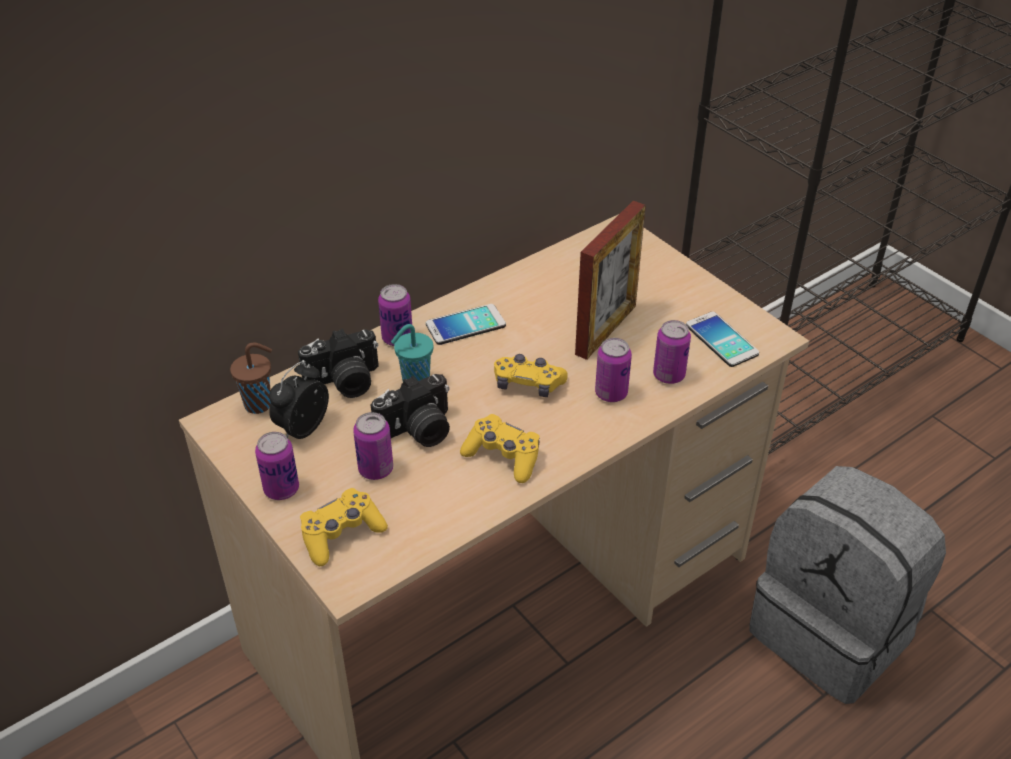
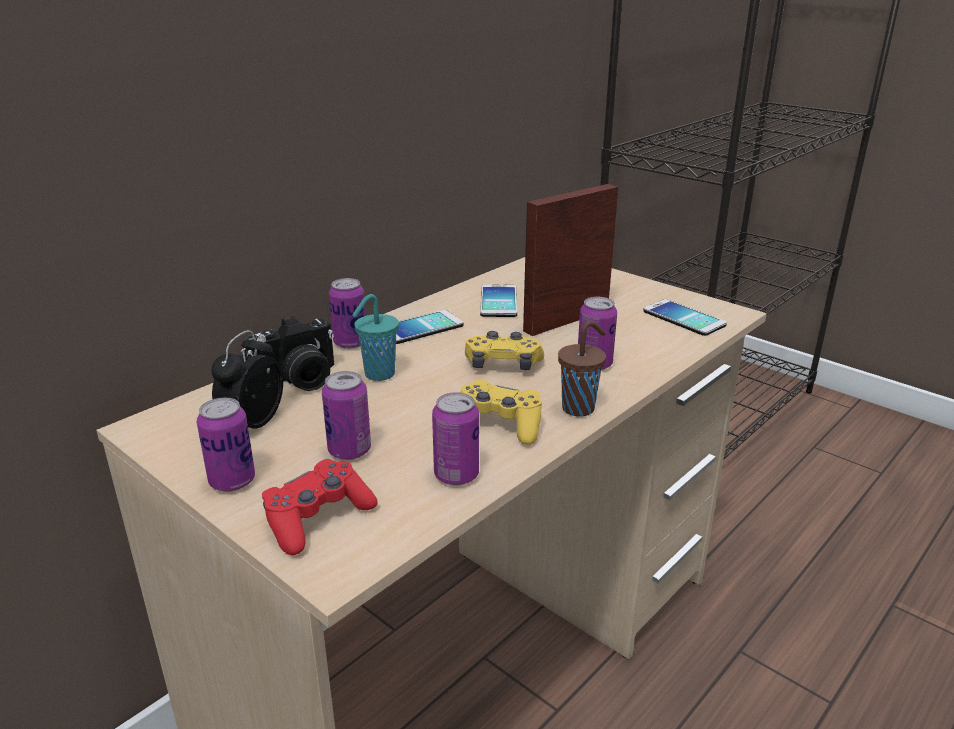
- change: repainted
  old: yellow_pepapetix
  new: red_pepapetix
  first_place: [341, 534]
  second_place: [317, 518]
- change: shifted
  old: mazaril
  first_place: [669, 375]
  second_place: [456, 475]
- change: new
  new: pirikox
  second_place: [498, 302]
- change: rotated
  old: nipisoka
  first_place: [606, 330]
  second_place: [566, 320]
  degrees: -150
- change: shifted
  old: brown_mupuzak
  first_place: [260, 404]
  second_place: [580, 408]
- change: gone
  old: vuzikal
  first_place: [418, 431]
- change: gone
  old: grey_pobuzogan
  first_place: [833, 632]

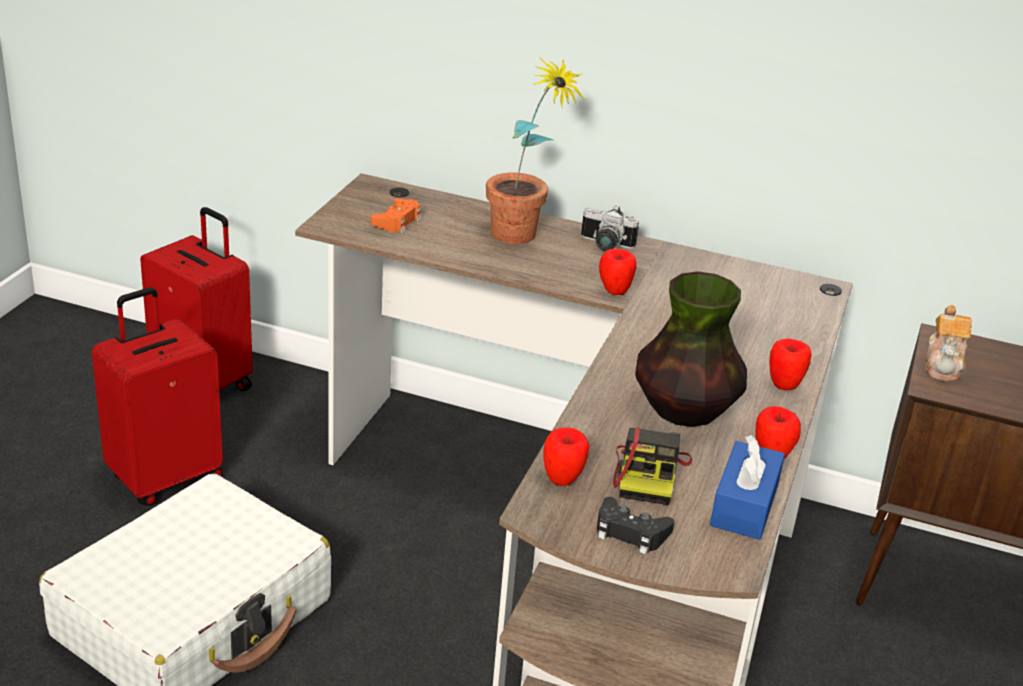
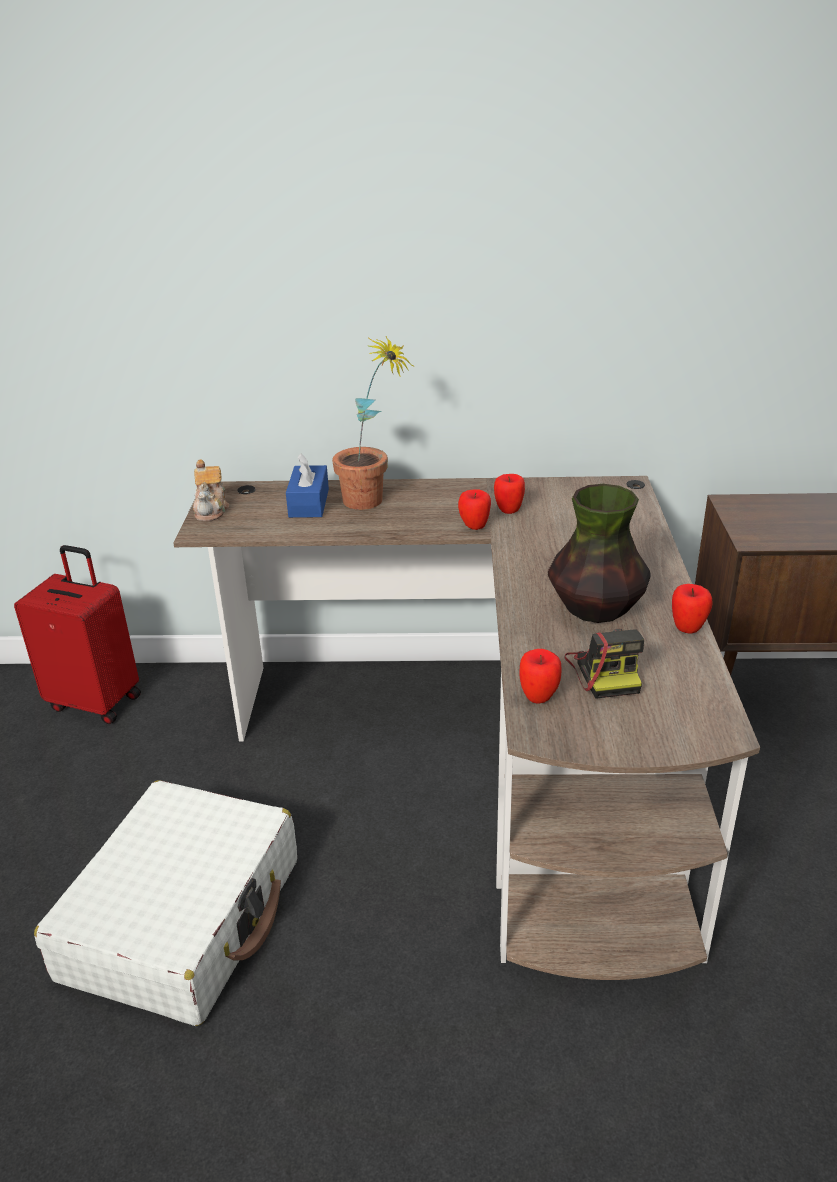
- change: shifted
  old: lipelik
  first_place: [944, 365]
  second_place: [212, 510]
- change: shifted
  old: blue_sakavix
  first_place: [744, 505]
  second_place: [309, 503]
- change: shifted
  old: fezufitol
  first_place: [784, 385]
  second_place: [509, 510]
- change: gone
  old: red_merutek
  first_place: [165, 477]
- change: gone
  old: orange_pepapetix
  first_place: [397, 221]
- change: gone
  old: vuzikal
  first_place: [604, 245]
- change: gone
  old: black_pepapetix
  first_place: [630, 532]

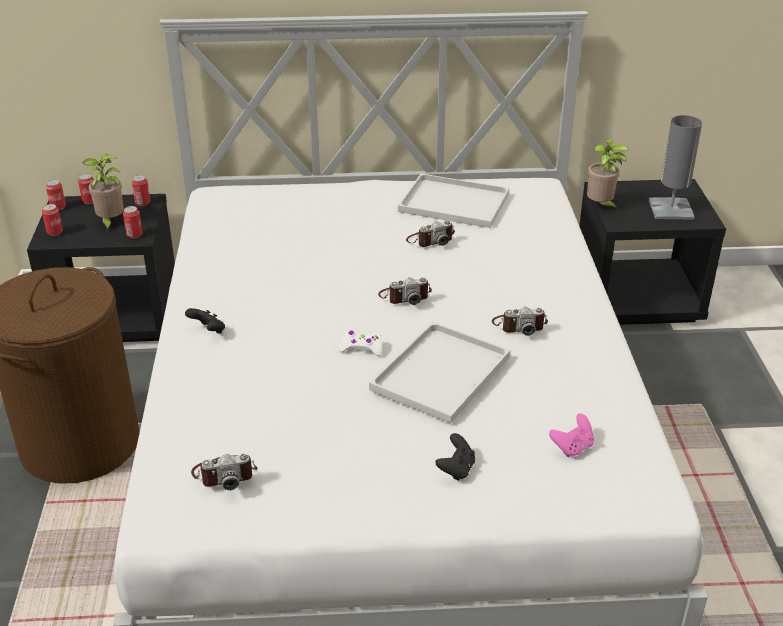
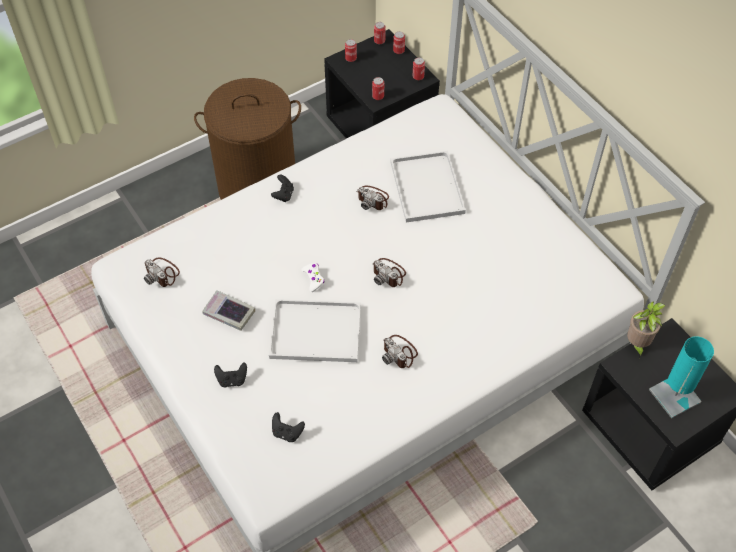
- change: new
  new: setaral
  second_place: [229, 313]
- change: repainted
  old: pink_pepapetix
  new: black_pepapetix
  first_place: [572, 447]
  second_place: [287, 433]
- change: shifted
  old: vuzikal
  first_place: [430, 240]
  second_place: [373, 199]
- change: shifted
  old: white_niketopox
  first_place: [456, 202]
  second_place: [428, 189]
- change: repainted
  old: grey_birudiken
  new: turquoise_birudiken
  first_place: [670, 209]
  second_place: [674, 396]
- change: gone
  old: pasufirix
  first_place: [110, 222]

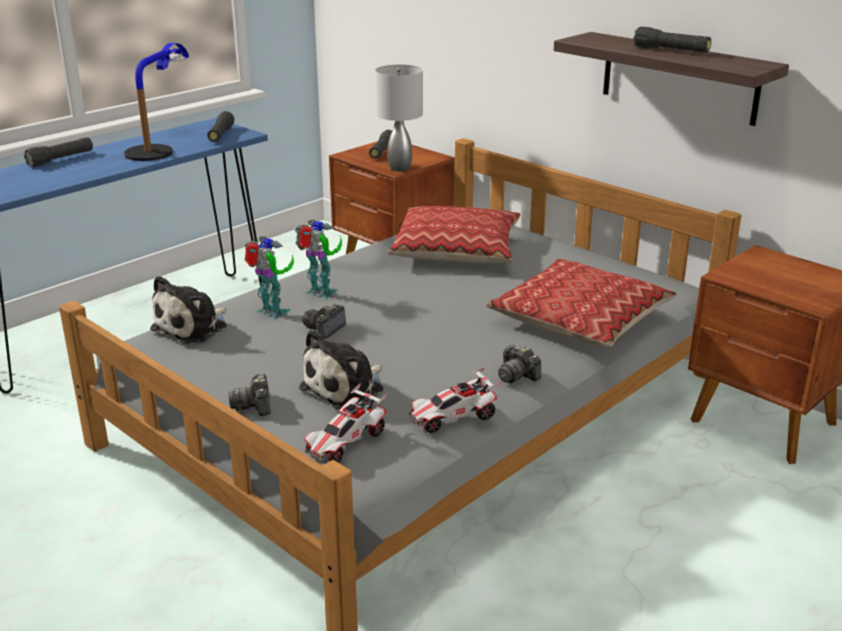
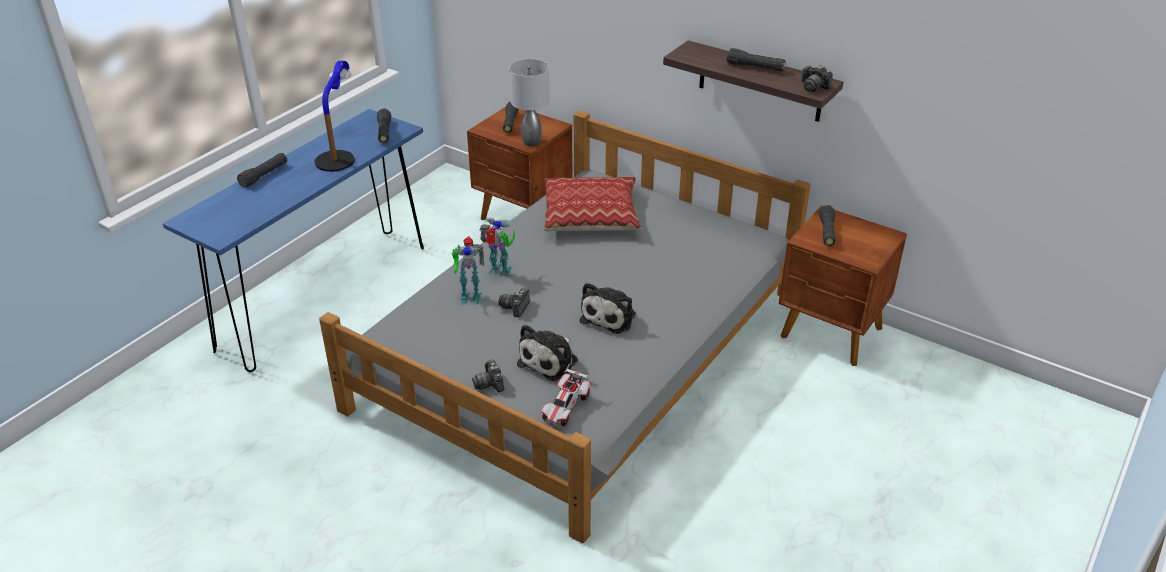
- change: rotated
  old: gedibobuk
  first_place: [271, 313]
  second_place: [469, 296]
  degrees: 150
- change: shifted
  old: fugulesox
  first_place: [193, 327]
  second_place: [610, 316]
- change: shifted
  old: vuzikal
  first_place: [517, 375]
  second_place: [813, 87]
- change: new
  new: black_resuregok
  second_place: [827, 232]
- change: gone
  old: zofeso
  first_place: [453, 418]
- change: gone
  old: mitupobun
  first_place: [580, 318]

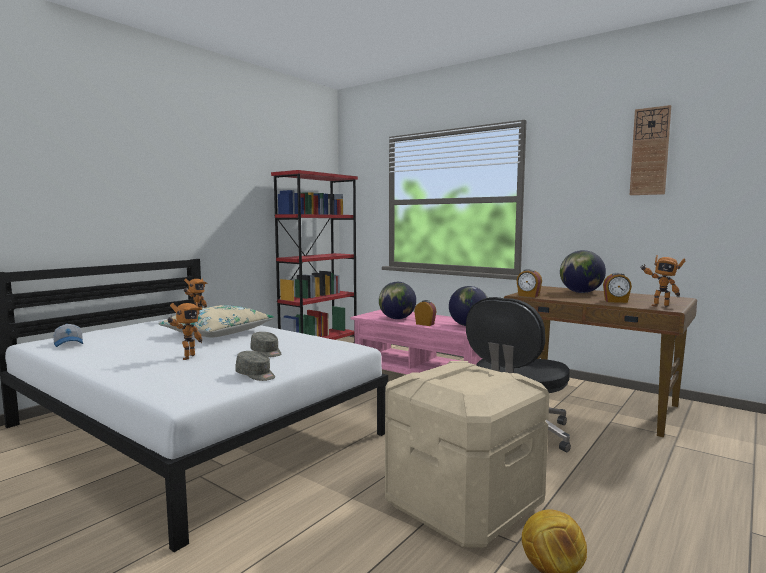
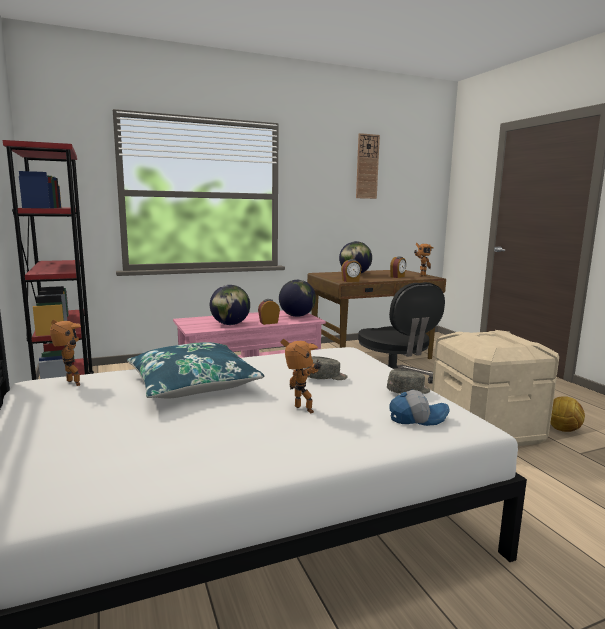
- change: repainted
  old: beige_mitupobun
  new: blue_mitupobun
  first_place: [218, 332]
  second_place: [193, 384]
- change: shifted
  old: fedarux
  first_place: [69, 344]
  second_place: [417, 418]

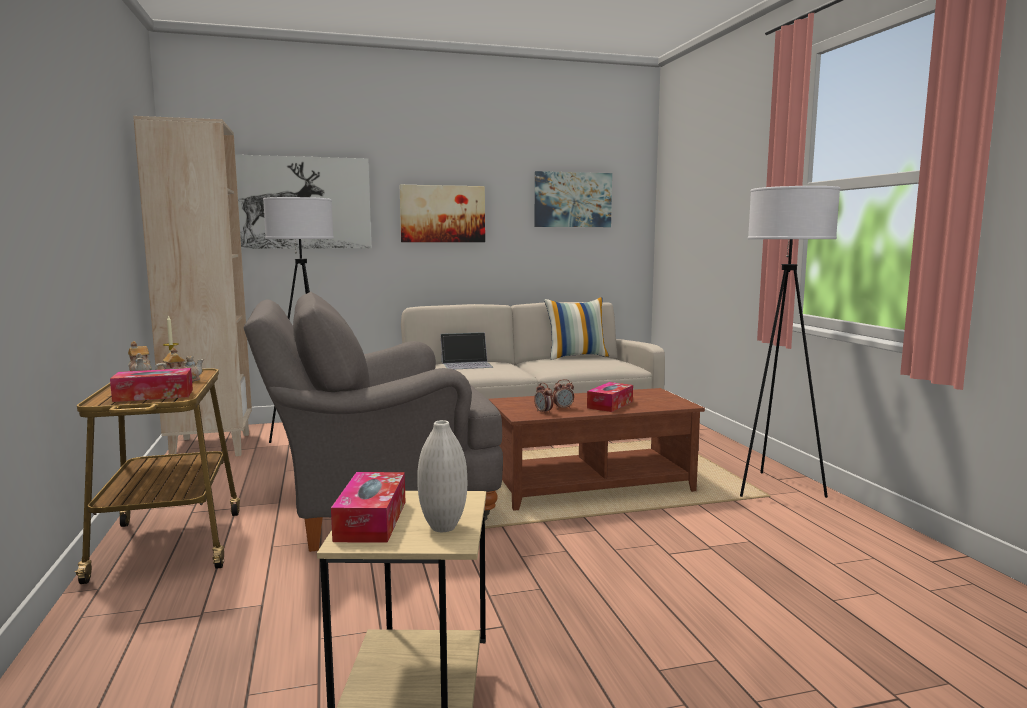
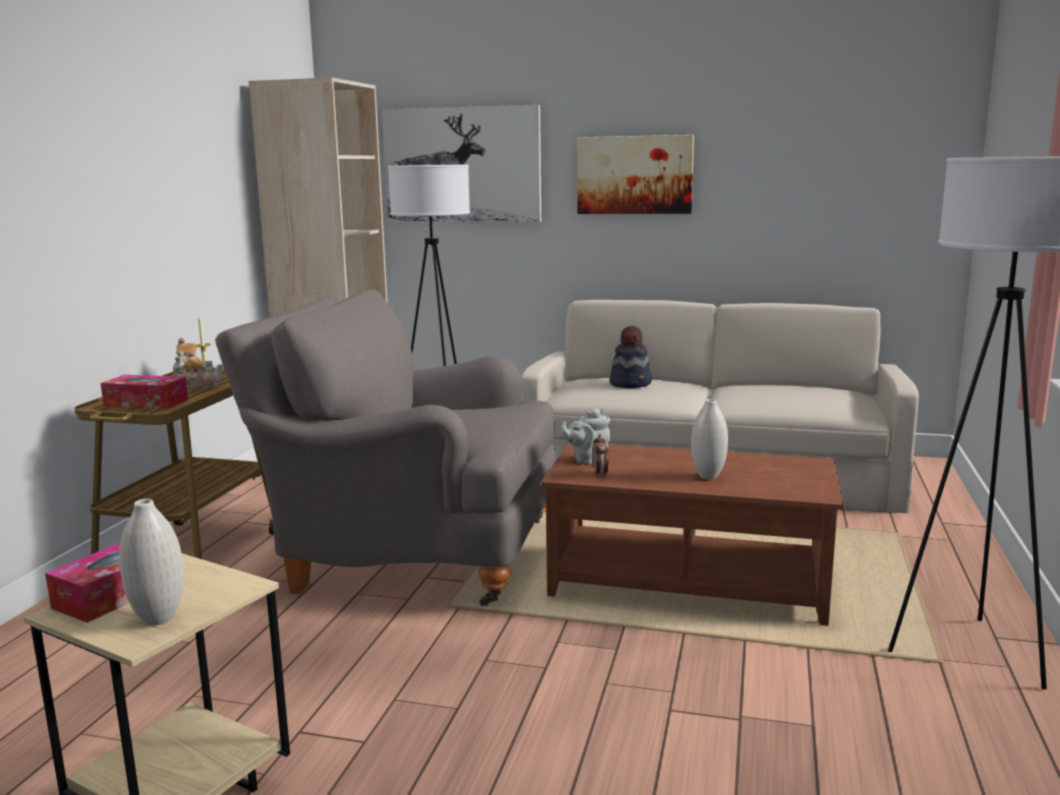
- change: new
  new: grey_lipelik
  second_place: [587, 460]
- change: swapped
  old: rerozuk
  new: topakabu
  first_place: [467, 364]
  second_place: [631, 383]
- change: swapped
  old: sakavix
  new: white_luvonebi
  first_place: [610, 404]
  second_place: [708, 476]
- change: gone
  old: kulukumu
  first_place: [572, 200]
- change: gone
  old: mitupobun
  first_place: [576, 356]
- change: gone
  old: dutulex
  first_place: [563, 408]

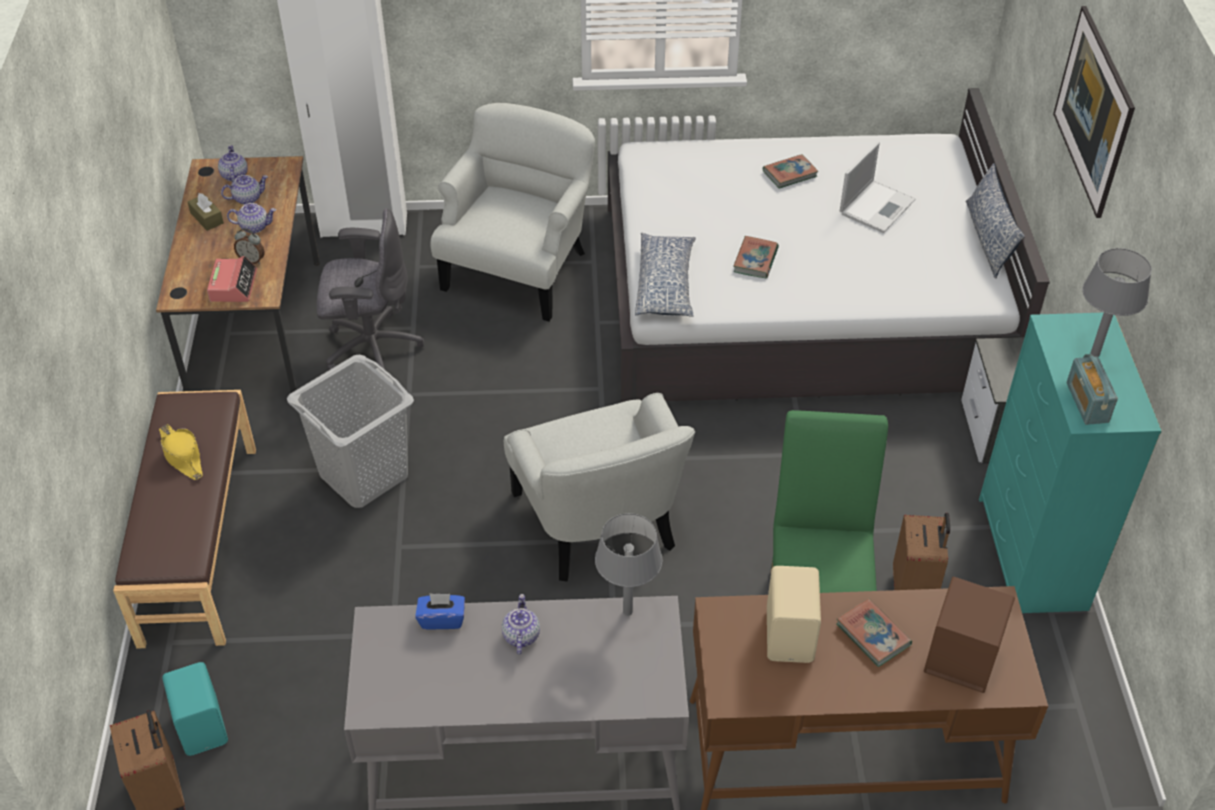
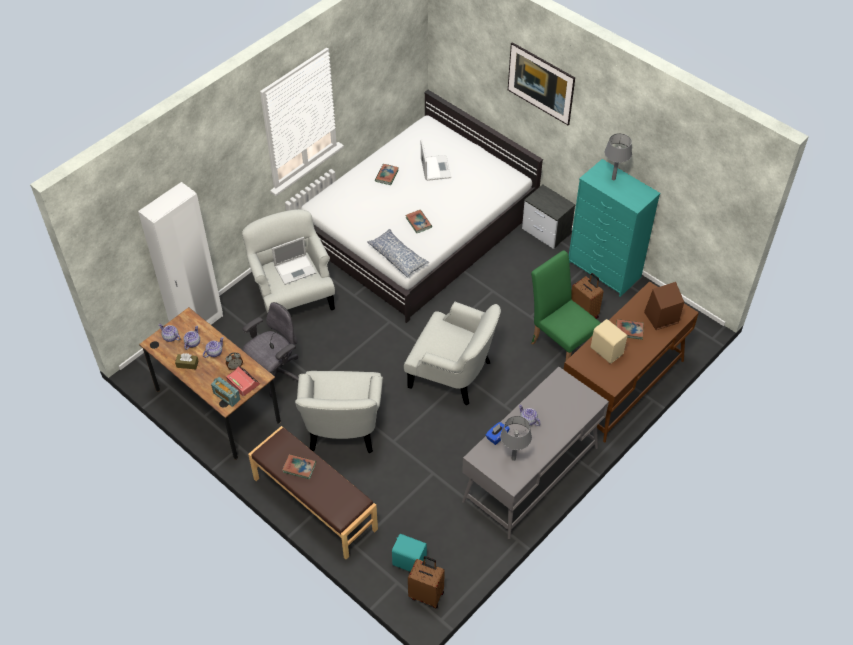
- change: shifted
  old: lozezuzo
  first_place: [1087, 402]
  second_place: [226, 396]
- change: new
  new: rerozuk
  second_place: [296, 269]
- change: swapped
  old: yellow_topakabu
  new: setaral
  first_place: [182, 456]
  second_place: [299, 467]
- change: swapped
  old: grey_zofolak
  new: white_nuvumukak
  first_place: [363, 475]
  second_place: [343, 426]
- change: shifted
  old: grey_birudiken
  first_place: [627, 612]
  second_place: [513, 458]
- change: gone
  old: mitupobun
  first_place: [988, 238]

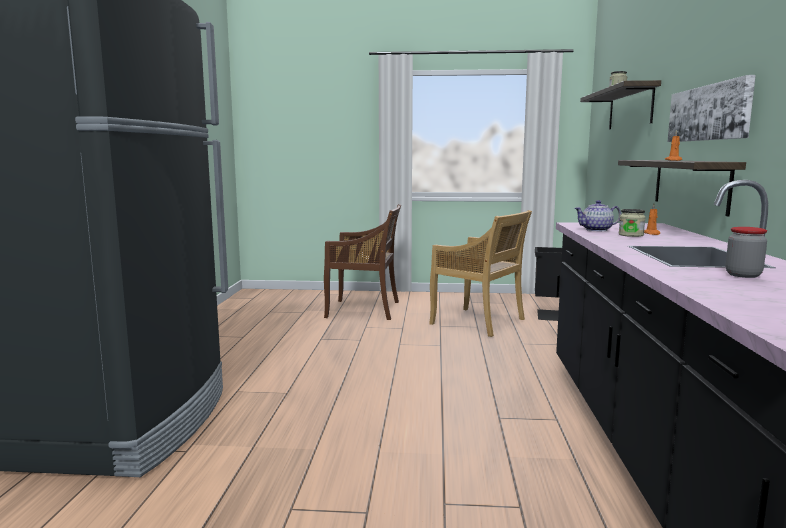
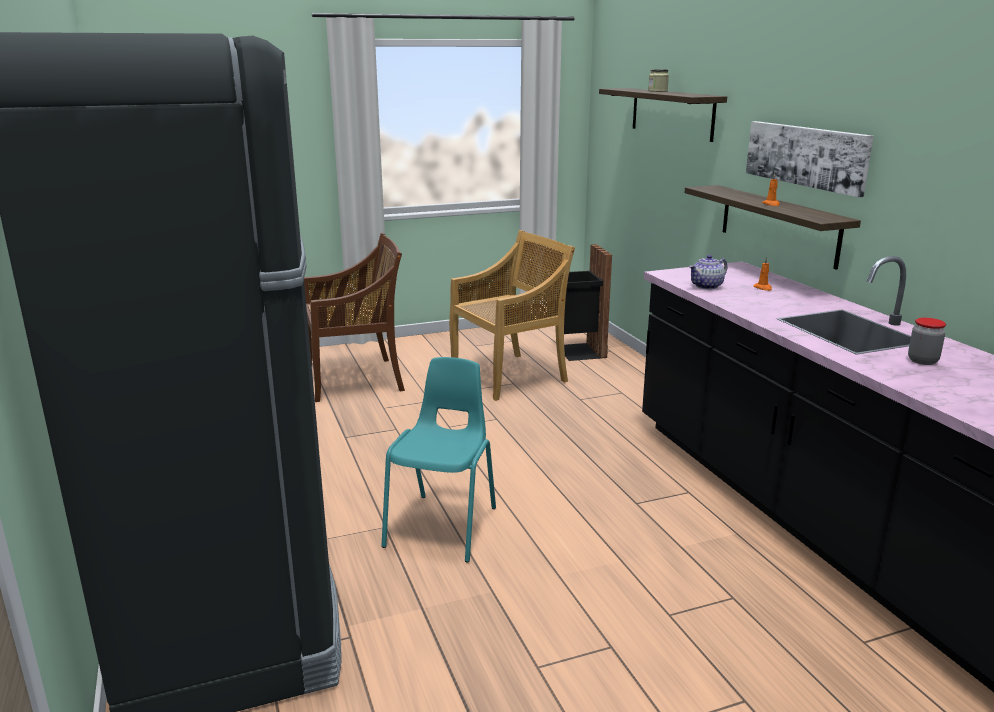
- change: new
  new: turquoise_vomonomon
  second_place: [443, 526]
- change: rotated
  old: beige_vomonomon
  first_place: [479, 322]
  second_place: [510, 376]
  degrees: -45
- change: gone
  old: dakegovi
  first_place: [631, 235]

